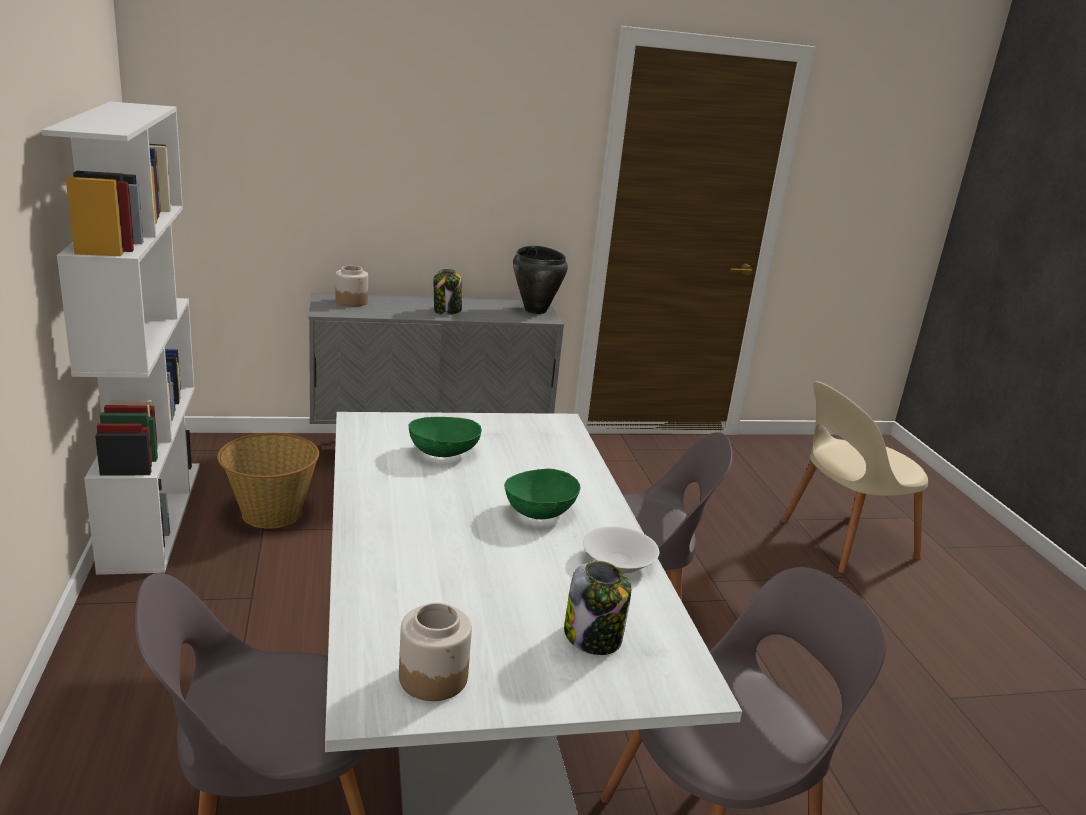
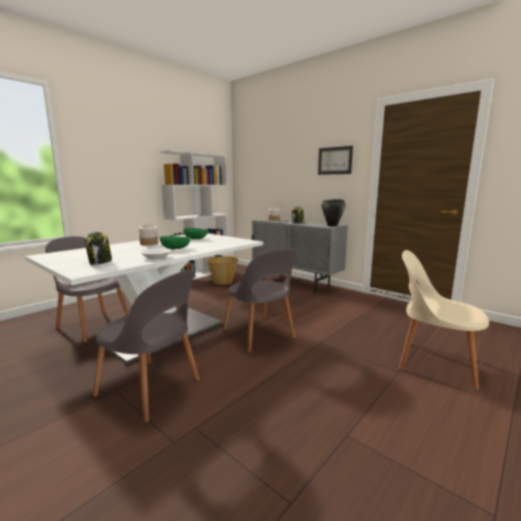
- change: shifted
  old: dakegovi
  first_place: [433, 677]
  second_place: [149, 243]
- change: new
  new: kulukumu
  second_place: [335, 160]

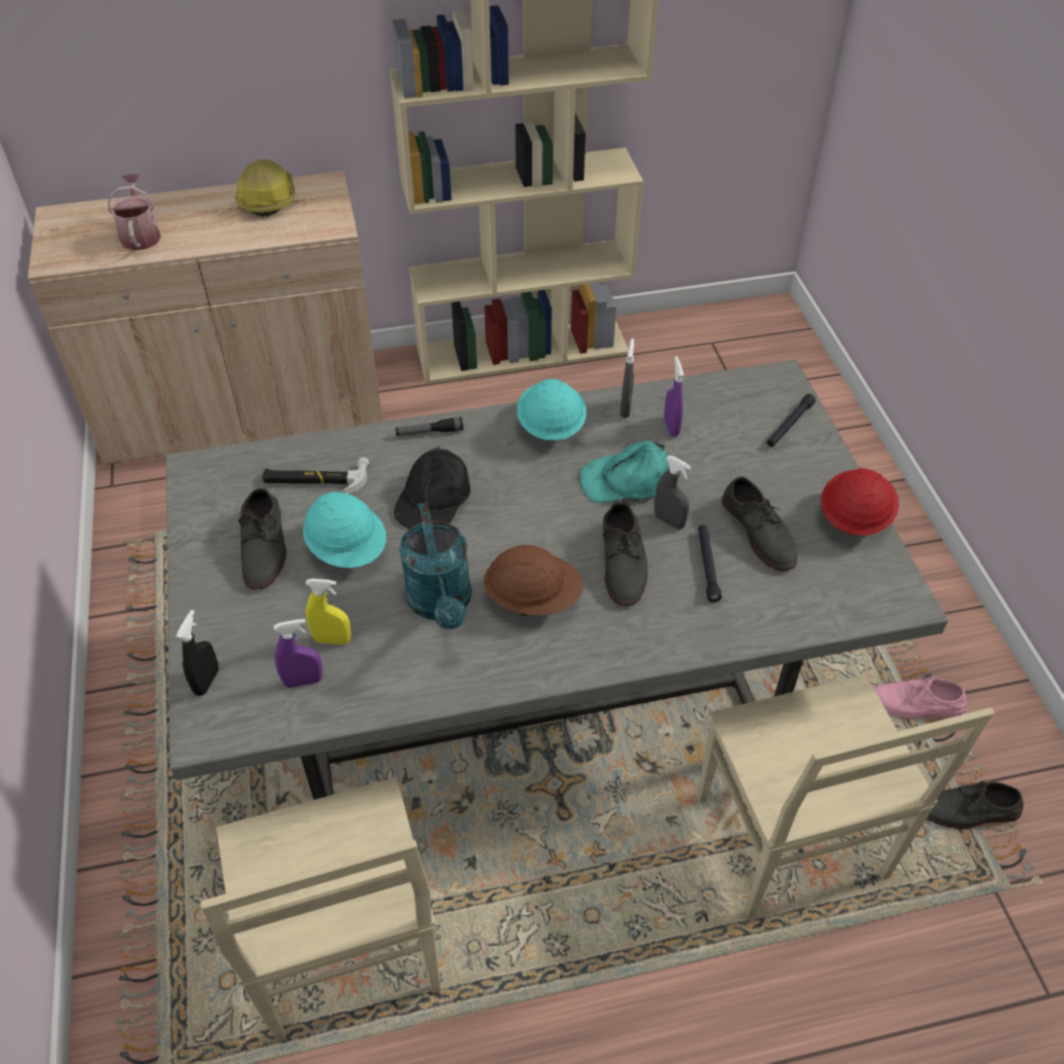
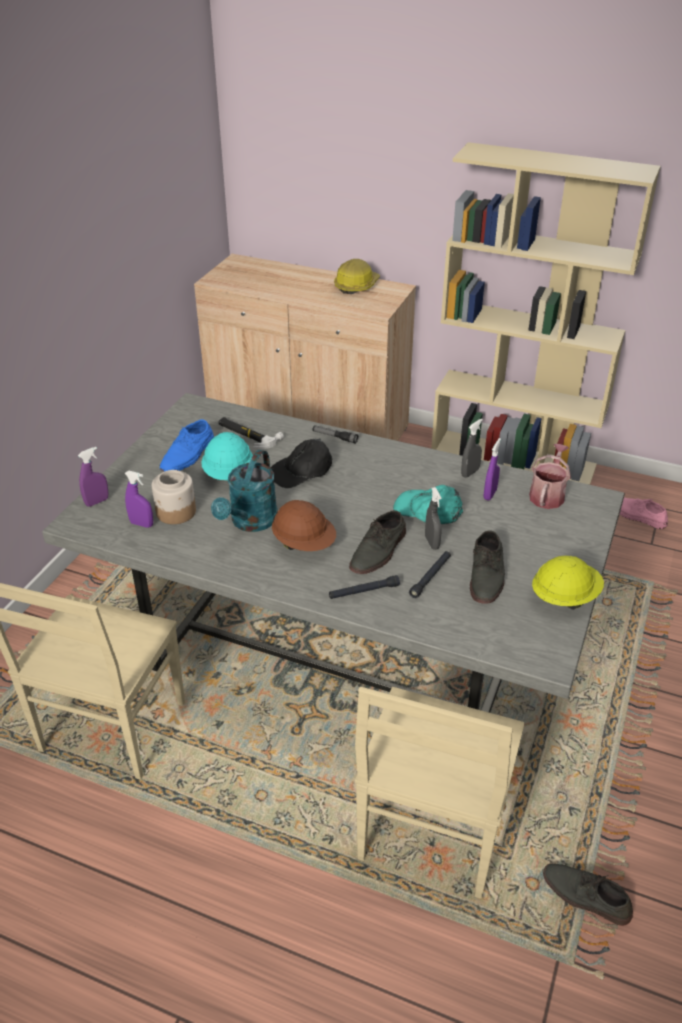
- change: repainted
  old: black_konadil
  new: purple_konadil
  first_place: [207, 681]
  second_place: [97, 502]
- change: swapped
  old: yellow_konadil
  new: dakegovi
  first_place: [332, 640]
  second_place: [176, 512]
- change: repainted
  old: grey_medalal
  new: blue_medalal
  first_place: [265, 546]
  second_place: [188, 454]
- change: shifted
  old: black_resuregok
  first_place: [789, 425]
  second_place: [364, 591]
- change: shifted
  old: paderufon
  first_place: [140, 235]
  second_place: [547, 494]
- change: repainted
  old: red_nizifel
  new: yellow_nizifel
  first_place: [853, 518]
  second_place: [564, 597]
- change: shifted
  old: pink_medalal
  first_place: [915, 704]
  second_place: [637, 515]
- change: gone
  old: turquoise_nizifel
  first_place: [550, 427]

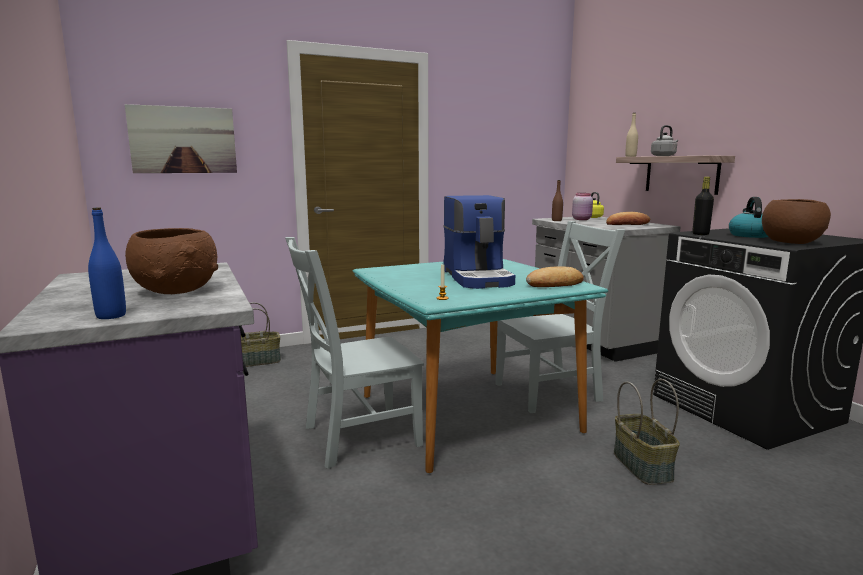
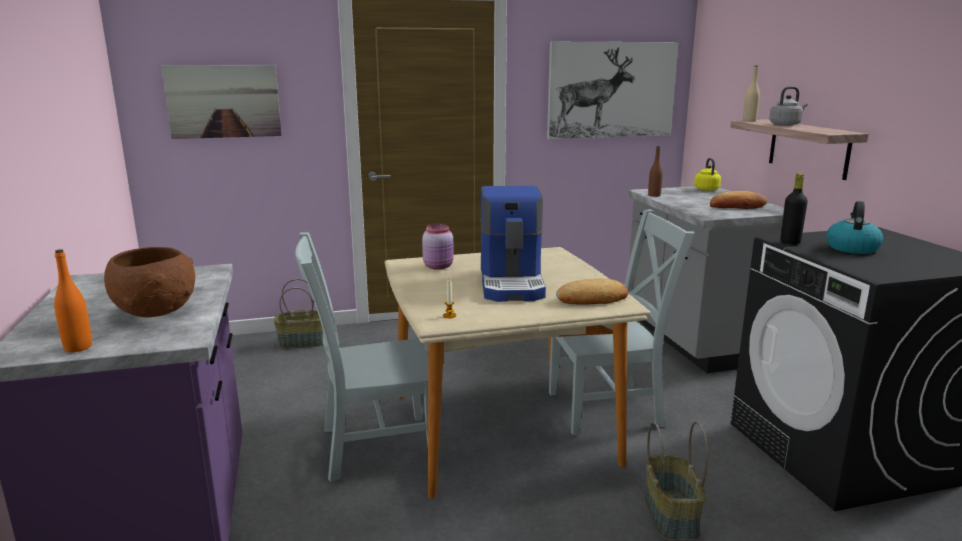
- change: repainted
  old: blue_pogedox
  new: orange_pogedox
  first_place: [111, 316]
  second_place: [78, 347]
- change: repainted
  old: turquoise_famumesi
  new: beige_famumesi
  first_place: [467, 413]
  second_place: [501, 428]
- change: shifted
  old: pink_dakegovi
  first_place: [582, 219]
  second_place: [439, 266]
- change: new
  new: kulukumu
  second_place: [611, 90]
- change: gone
  old: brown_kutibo
  first_place: [790, 242]

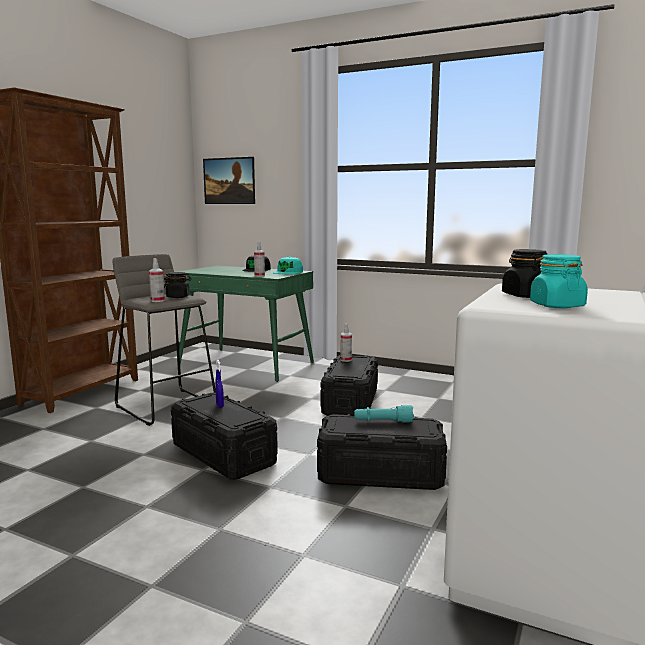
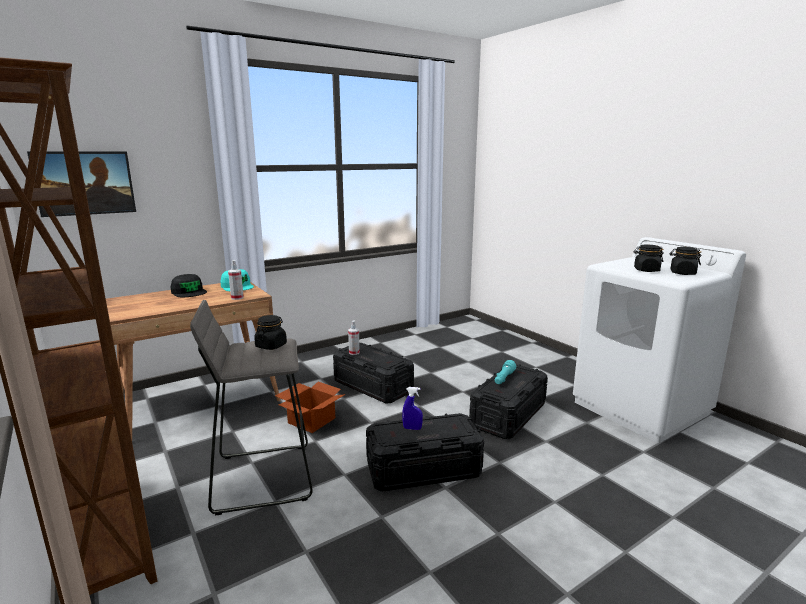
- change: repainted
  old: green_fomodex
  new: brown_fomodex
  first_place: [247, 364]
  second_place: [201, 402]
- change: new
  new: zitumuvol
  second_place: [311, 420]
- change: repainted
  old: turquoise_dakegovi
  new: black_dakegovi
  first_place: [556, 306]
  second_place: [682, 273]
- change: gone
  old: konadil
  first_place: [157, 301]

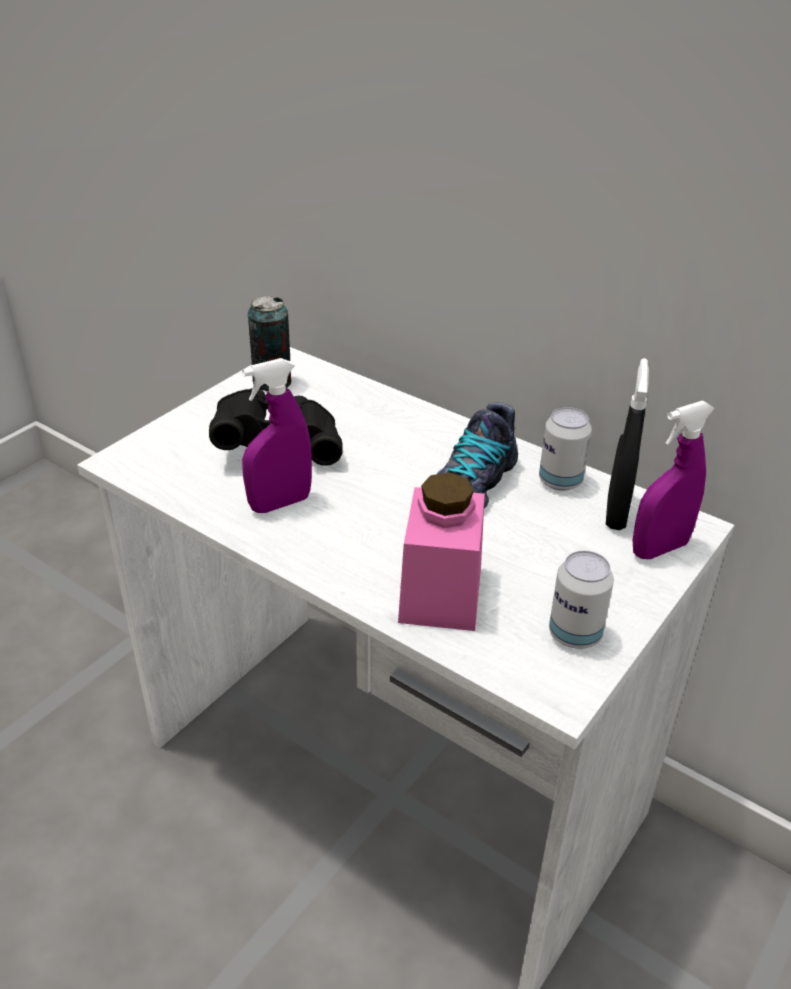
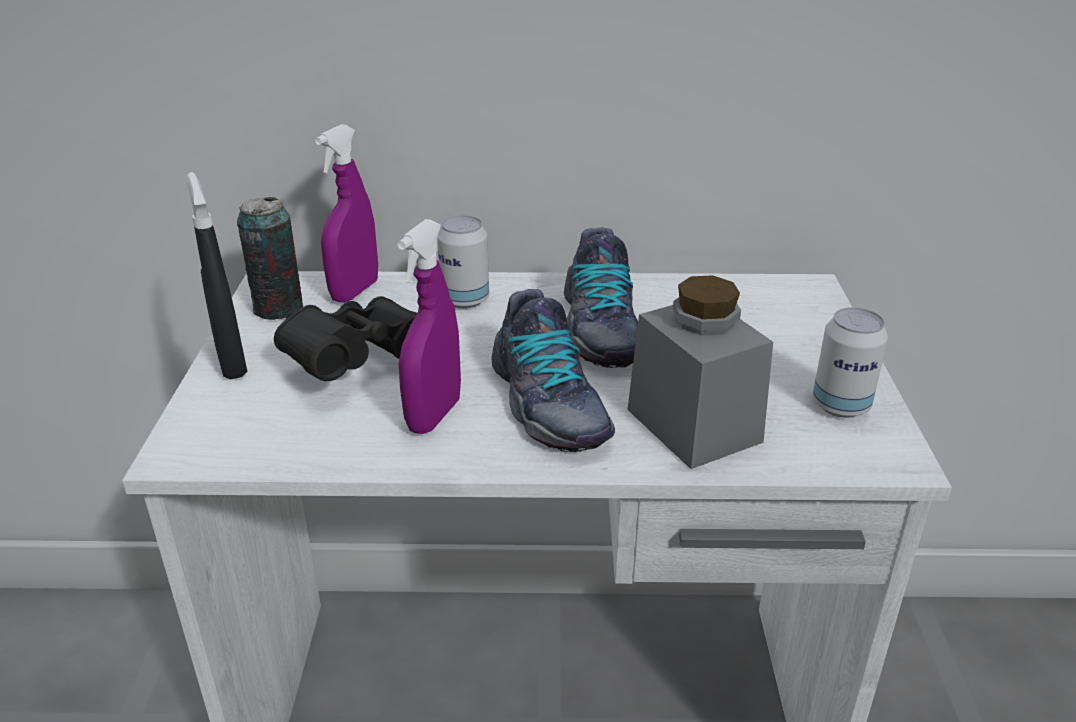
- change: shifted
  old: black_konadil
  first_place: [616, 513]
  second_place: [231, 362]
- change: shifted
  old: purple_konadil
  first_place: [659, 549]
  second_place: [355, 291]
- change: shifted
  old: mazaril
  first_place: [560, 481]
  second_place: [465, 300]
- change: new
  new: medalal
  second_place: [546, 404]
- change: repainted
  old: pink_dakegovi
  new: grey_dakegovi
  first_place: [440, 593]
  second_place: [693, 425]

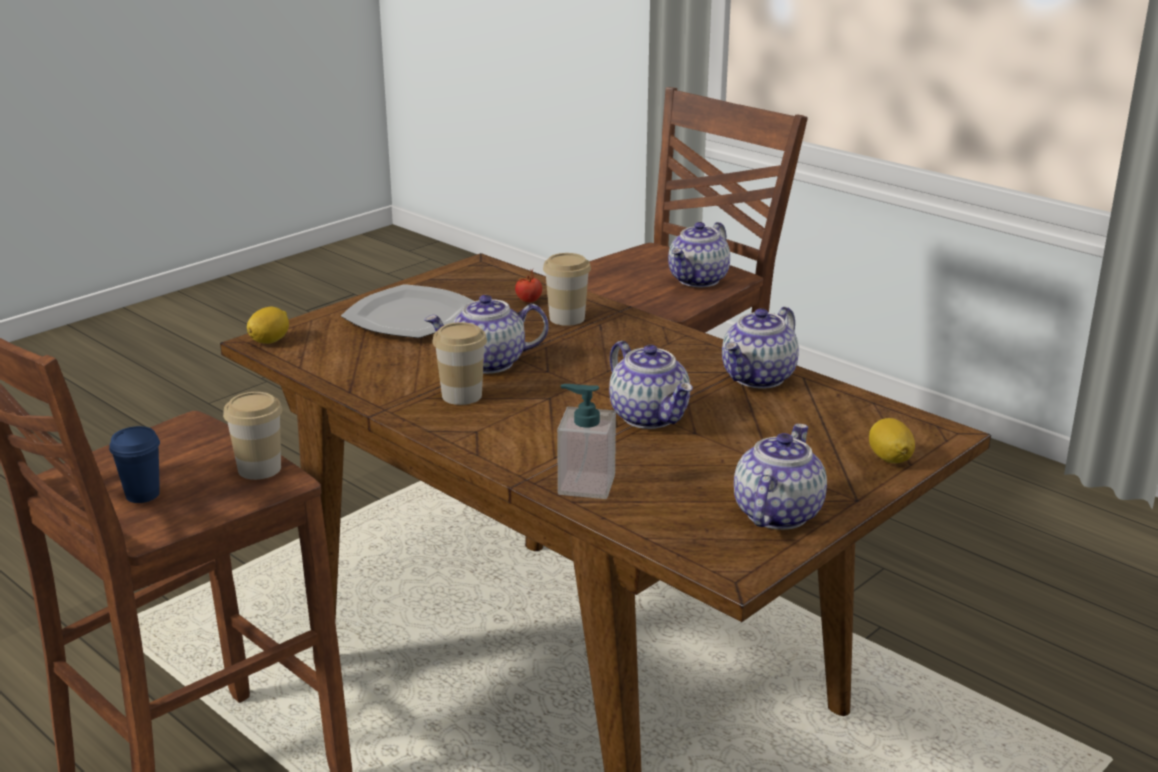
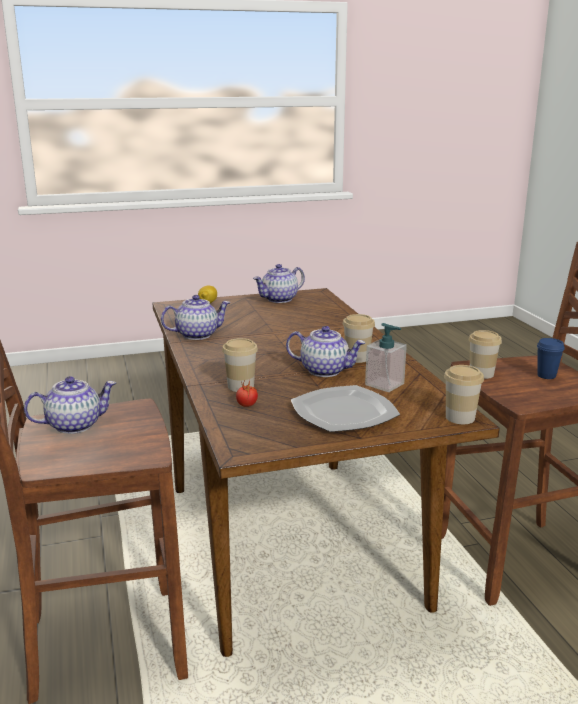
- change: shifted
  old: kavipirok
  first_place: [586, 485]
  second_place: [384, 384]
- change: swapped
  old: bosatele
  new: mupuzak
  first_place: [270, 341]
  second_place: [460, 417]
- change: gone
  old: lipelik
  first_place: [650, 417]

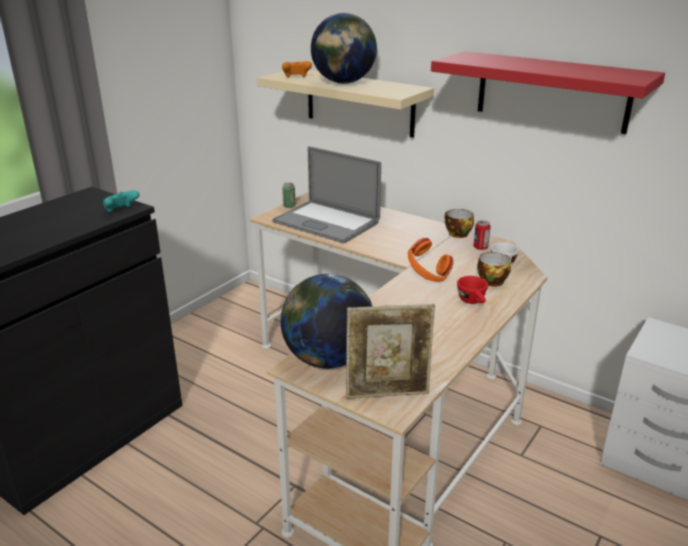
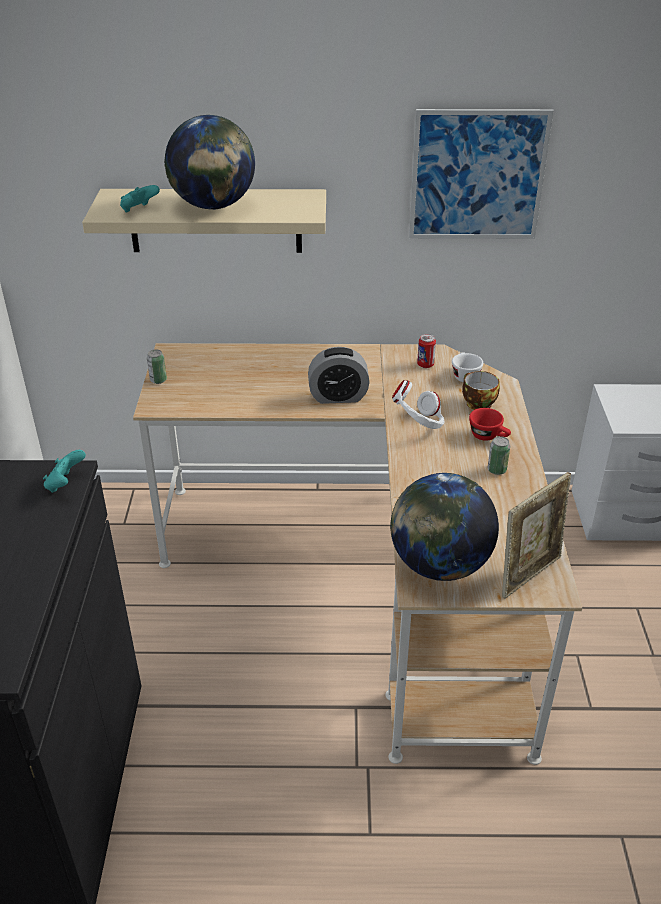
- change: repainted
  old: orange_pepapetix
  new: turquoise_pepapetix
  first_place: [296, 78]
  second_place: [139, 210]
- change: new
  new: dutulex
  second_place: [338, 397]
- change: repainted
  old: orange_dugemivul
  new: white_dugemivul
  first_place: [427, 278]
  second_place: [419, 424]
- change: swapped
  old: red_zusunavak
  new: kulukumu
  first_place: [552, 91]
  second_place: [477, 175]
- change: new
  new: mazaril
  second_place: [496, 470]
- change: gone
  old: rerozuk
  first_place: [326, 222]
- change: gone
  old: mupuzak
  first_place: [456, 233]

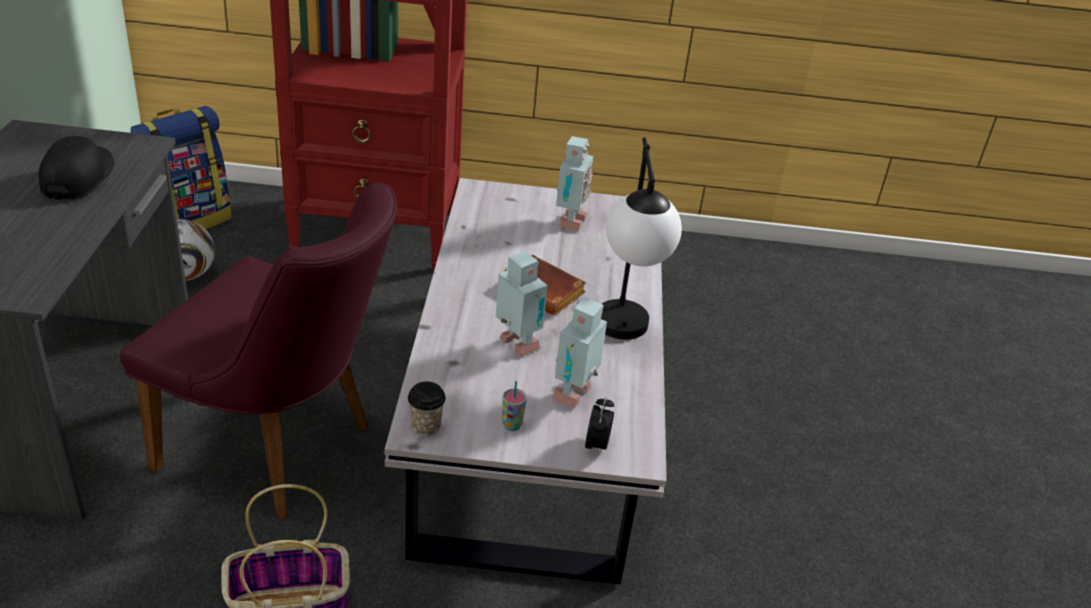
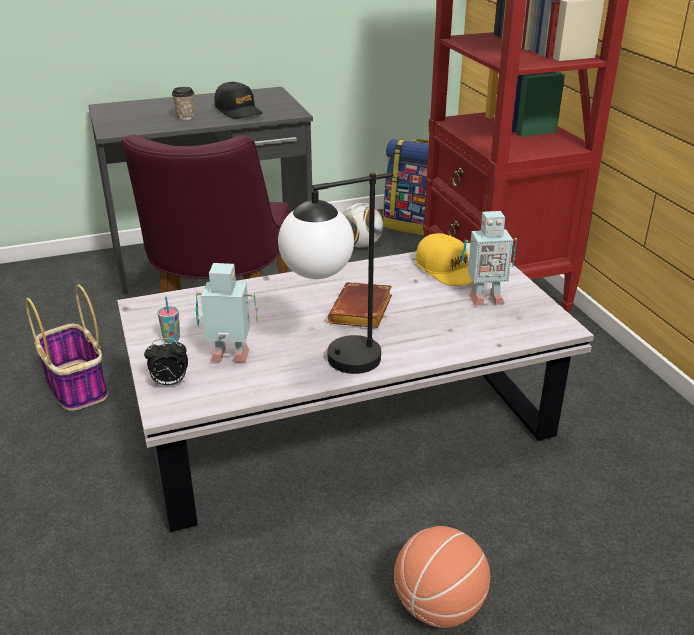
- change: shifted
  old: mupuzak
  first_place: [425, 427]
  second_place: [185, 117]
- change: rotated
  old: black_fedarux
  first_place: [78, 177]
  second_place: [238, 111]
  degrees: 75
- change: new
  new: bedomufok
  second_place: [439, 606]
- change: new
  new: yellow_fedarux
  second_place: [447, 270]
- change: gone
  old: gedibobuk
  first_place: [517, 346]

